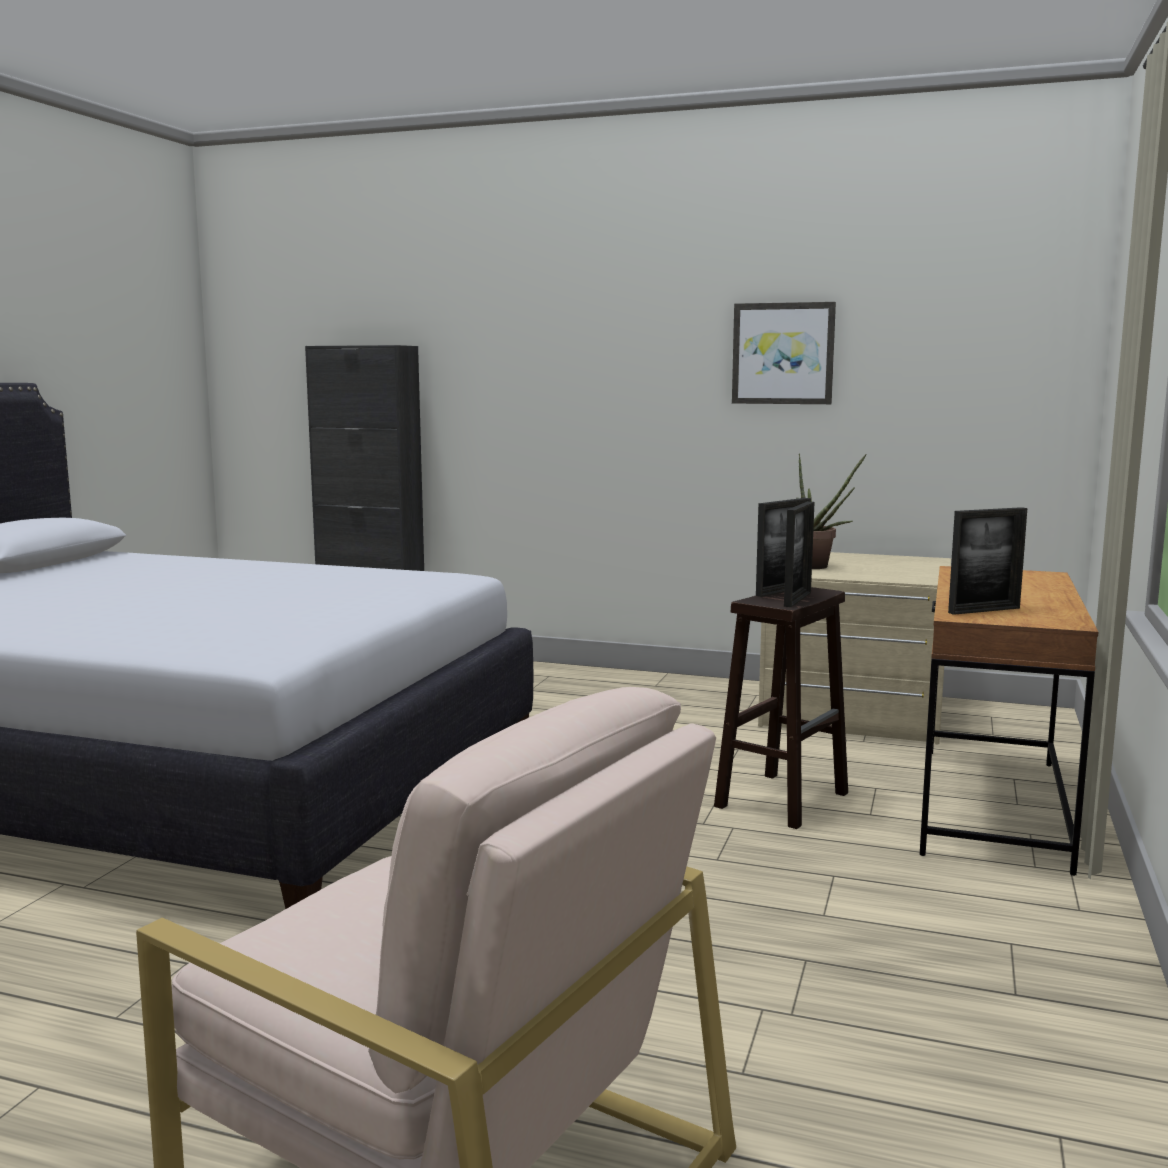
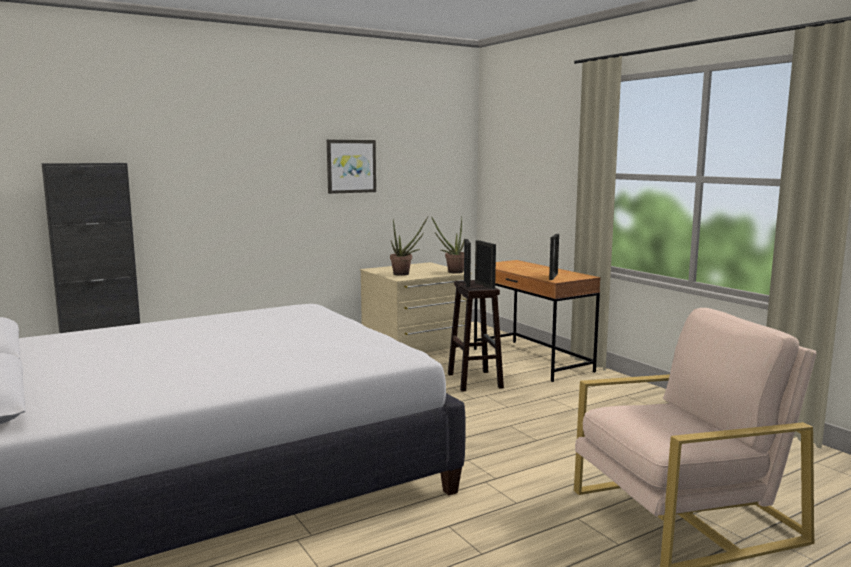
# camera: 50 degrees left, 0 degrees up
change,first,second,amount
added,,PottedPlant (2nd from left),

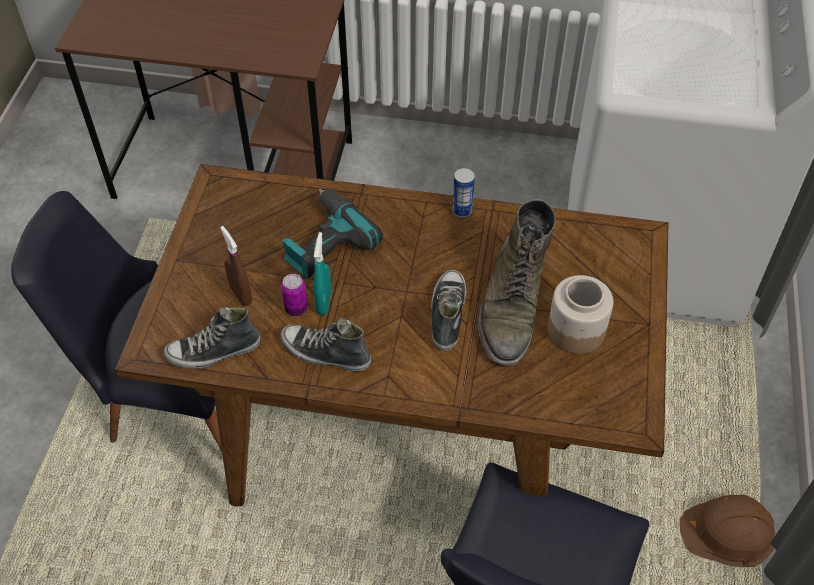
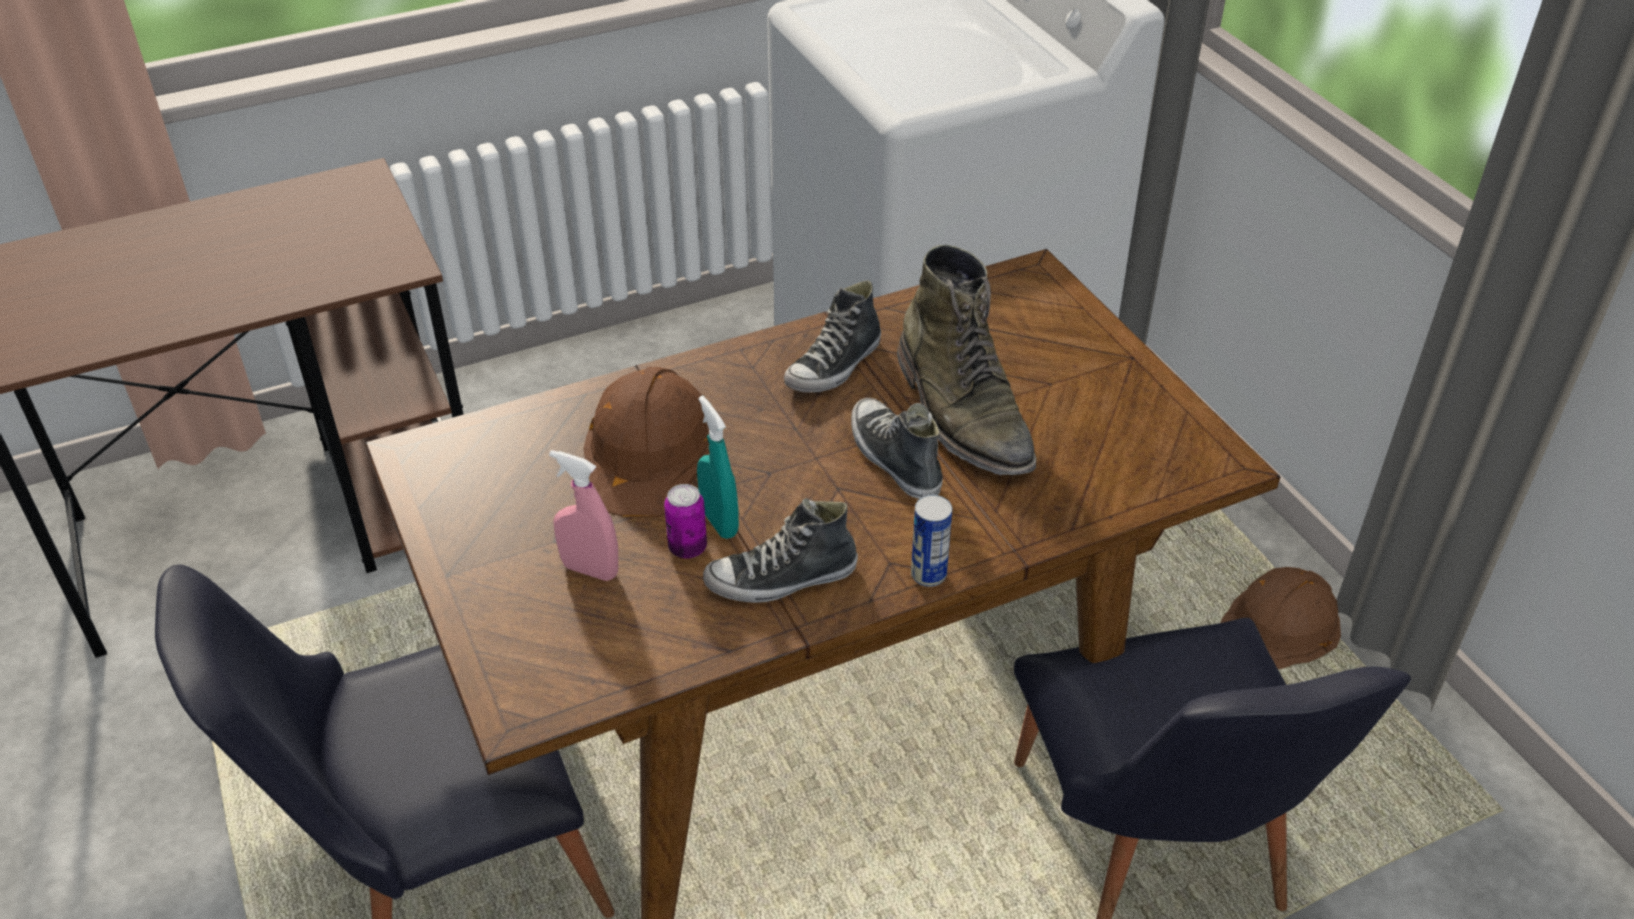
# camera: 35 degrees left, 10 degrees down
change,first,second,amount
recoloured,BrownSprayBottle,PinkSprayBottle,
replaced,PowerDrill,BrownHardHat (1st from left),
moved,Shoe (1st from left in the first image),Shoe (2nd from left),
moved,Can (2nd from left),,
removed,Jar,,

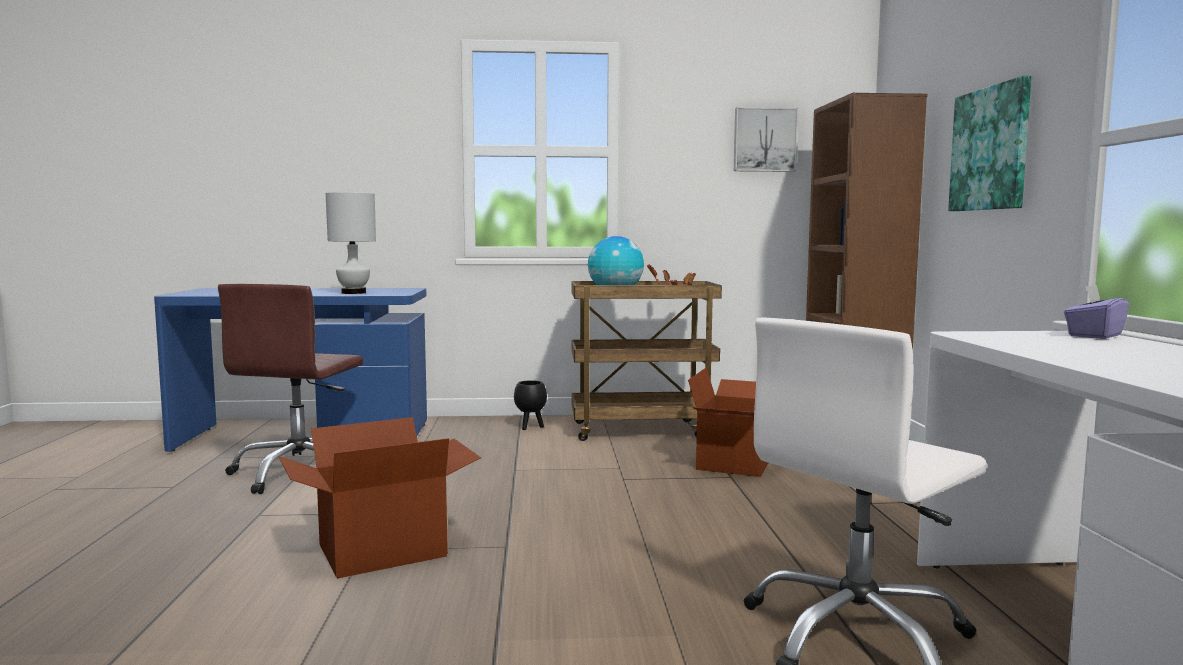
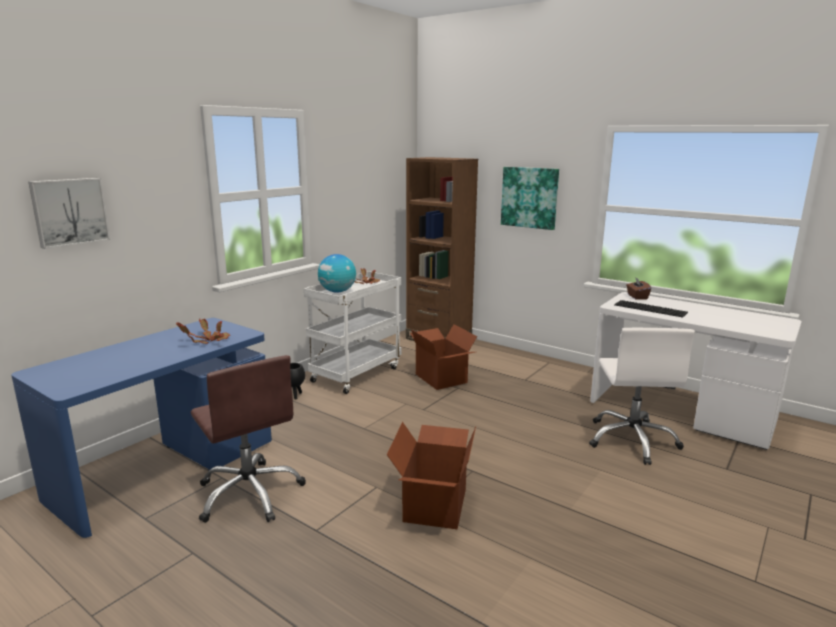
# camera: 50 degrees left, 10 degrees up
change,first,second,amount
moved,Picture (1st from left),,
replaced,WhiteTableLamp,PottedPlant (1st from left),
recoloured,BrownCart,WhiteCart,
added,,Keyboard,
recoloured,PurpleTissueBox,BrownTissueBox,

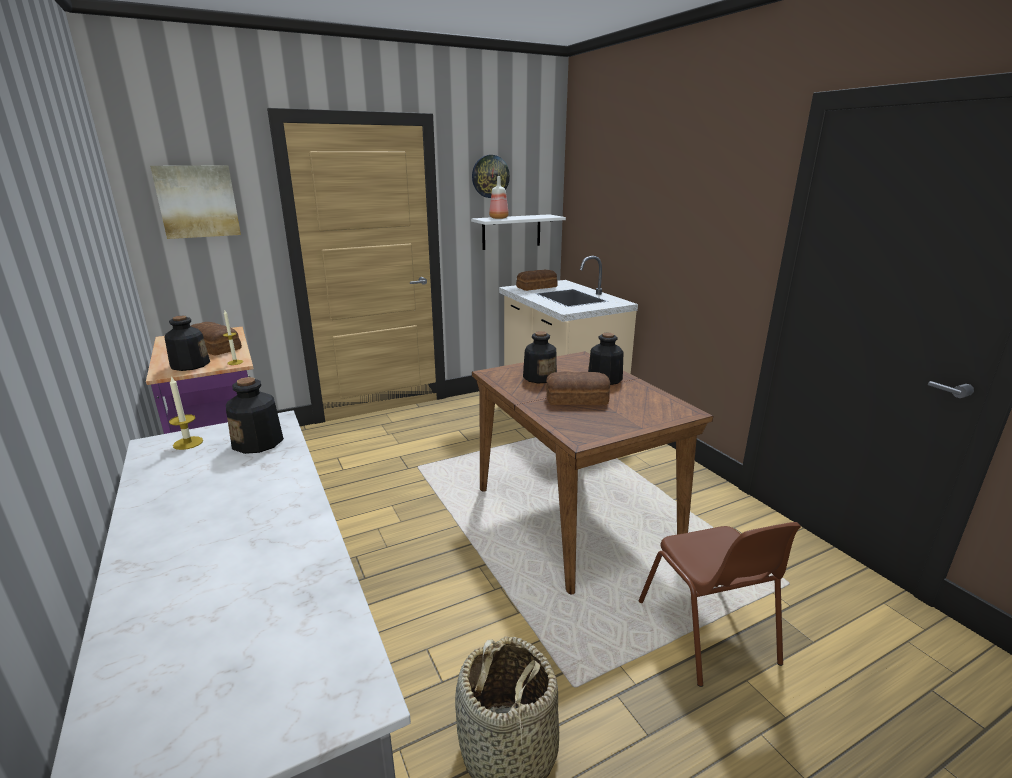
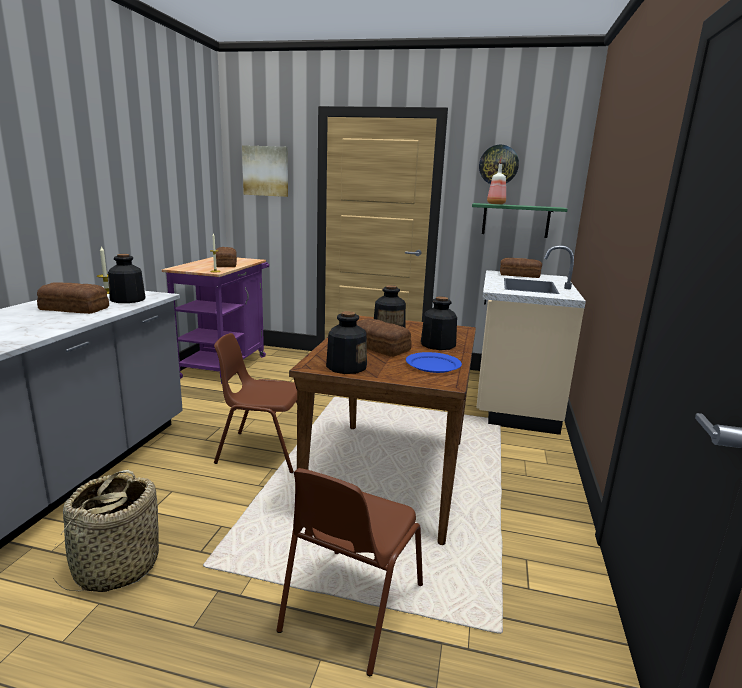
# camera: 40 degrees right, 5 degrees down
change,first,second,amount
added,,Bread (1st from left),
added,,BrownChair (1st from left),
moved,Bottle (1st from left in the first image),Bottle (2nd from left),
added,,BluePlate,
recoloured,WhiteShelf,GreenShelf,

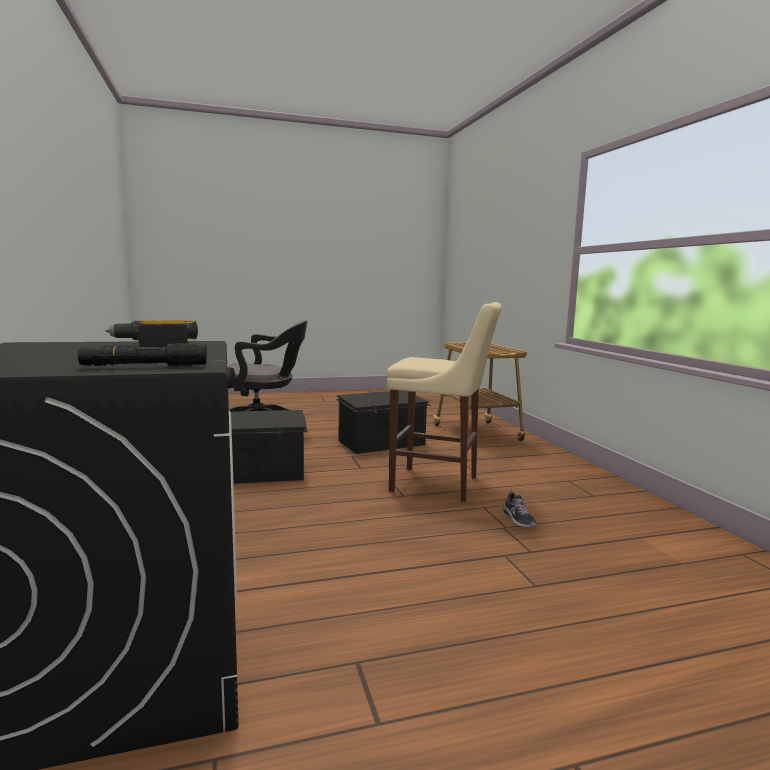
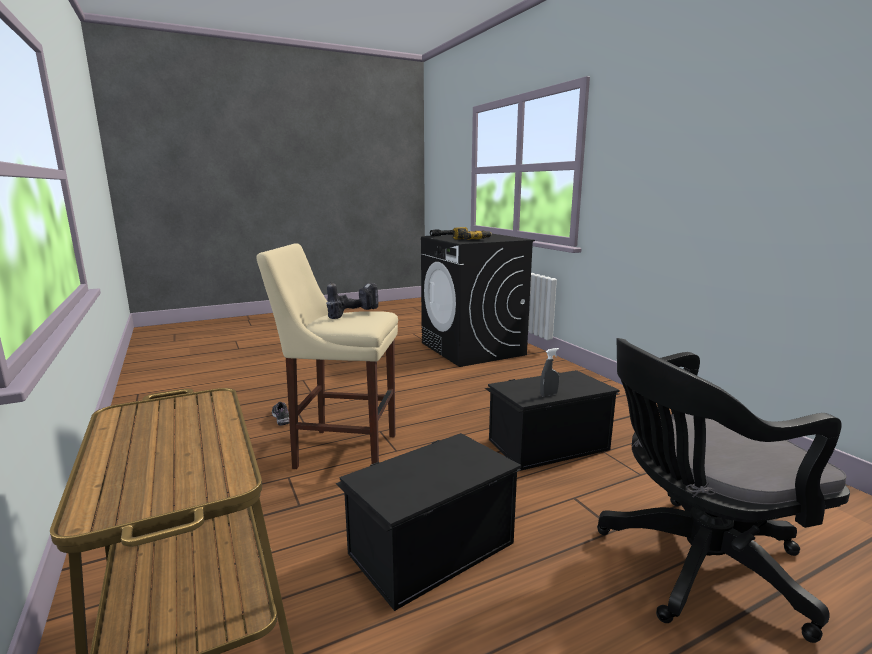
# camera: 170 degrees right, 5 degrees up
change,first,second,amount
added,,PowerDrill (1st from left),
added,,GreySprayBottle,

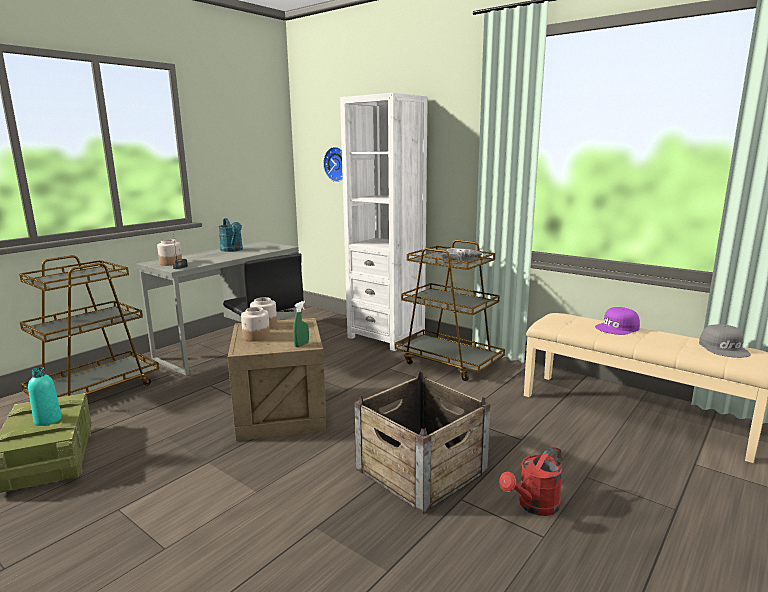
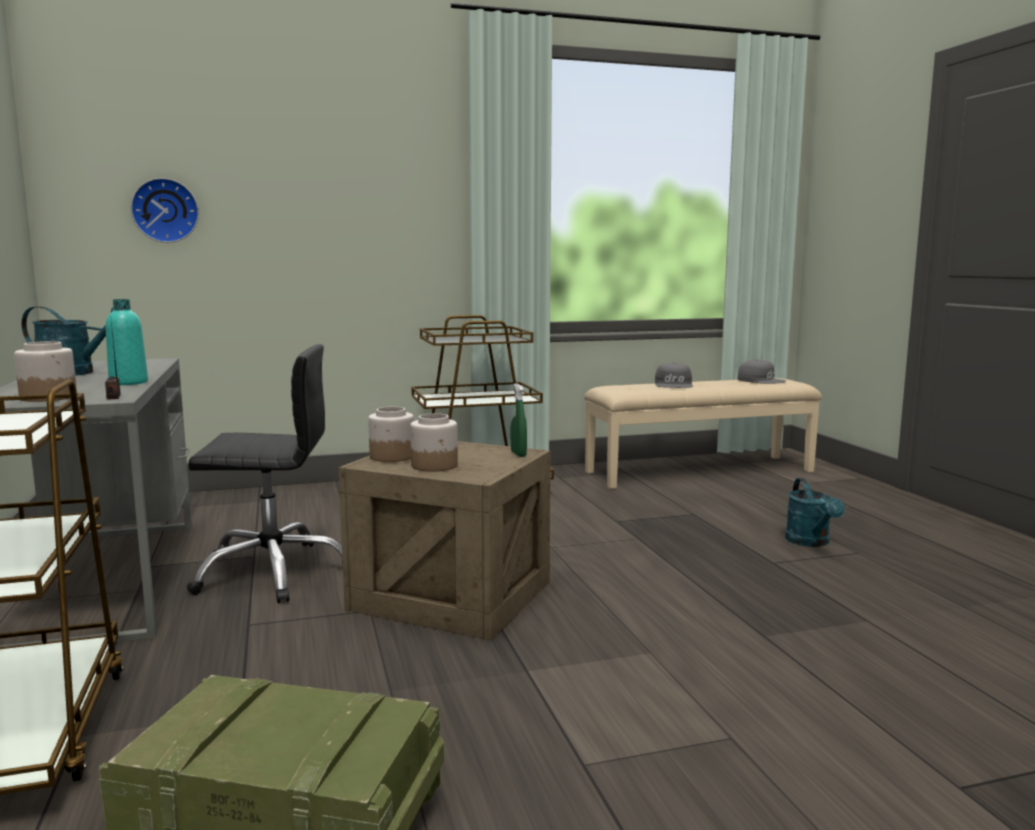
# camera: 55 degrees left, 5 degrees down
change,first,second,amount
moved,TurquoiseBottle,,
recoloured,PurpleCap,GreyCap (1st from left),
recoloured,RedWateringCan,TurquoiseWateringCan (2nd from left),
removed,WhiteBookcase,,
removed,Crate (3rd from left),,
removed,PowerDrill,,

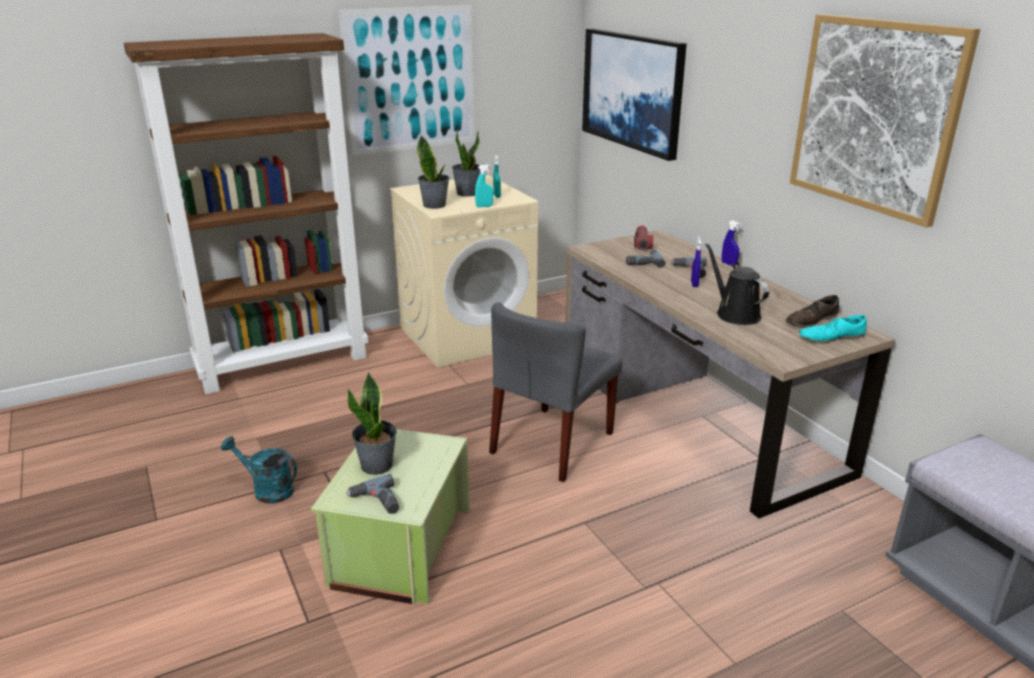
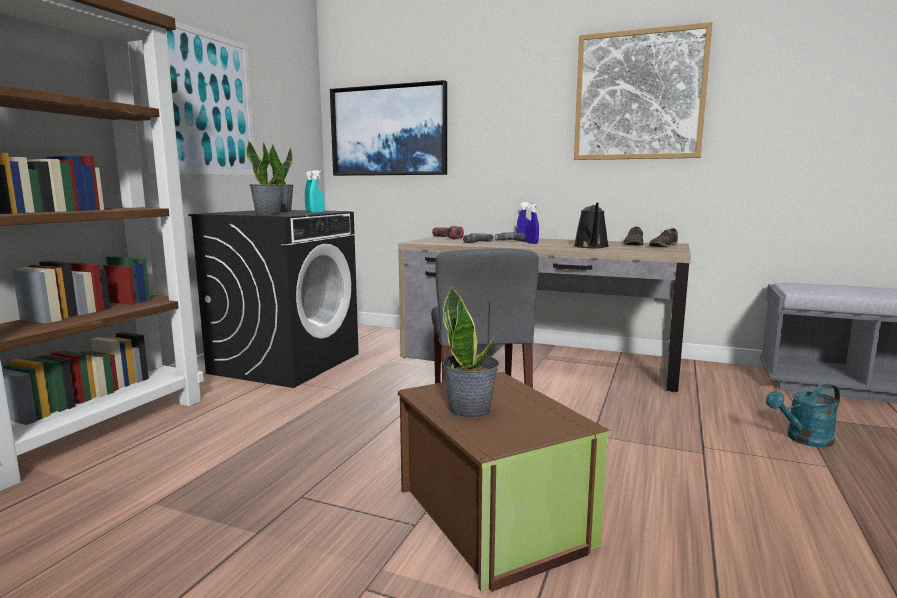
# camera: 40 degrees left, 15 degrees down
change,first,second,amount
recoloured,BeigeWashingMachine,BlackWashingMachine,
recoloured,GreenStorageBox,BrownStorageBox,
turned,BlackWateringCan,,105 degrees counterclockwise
recoloured,TurquoiseShoe,BrownShoe (2nd from left),
moved,TurquoiseWateringCan,,
removed,PowerDrill (1st from left),,

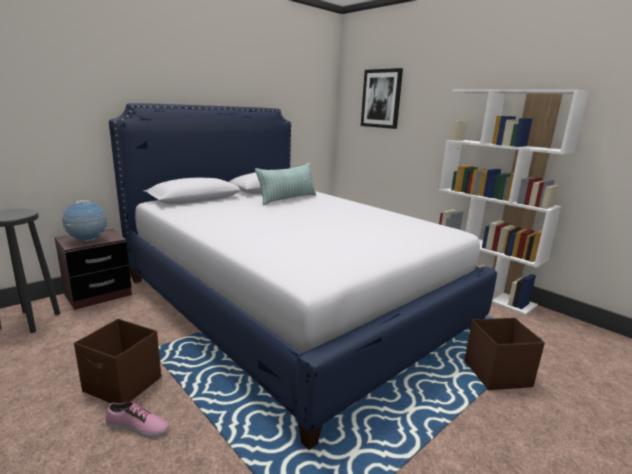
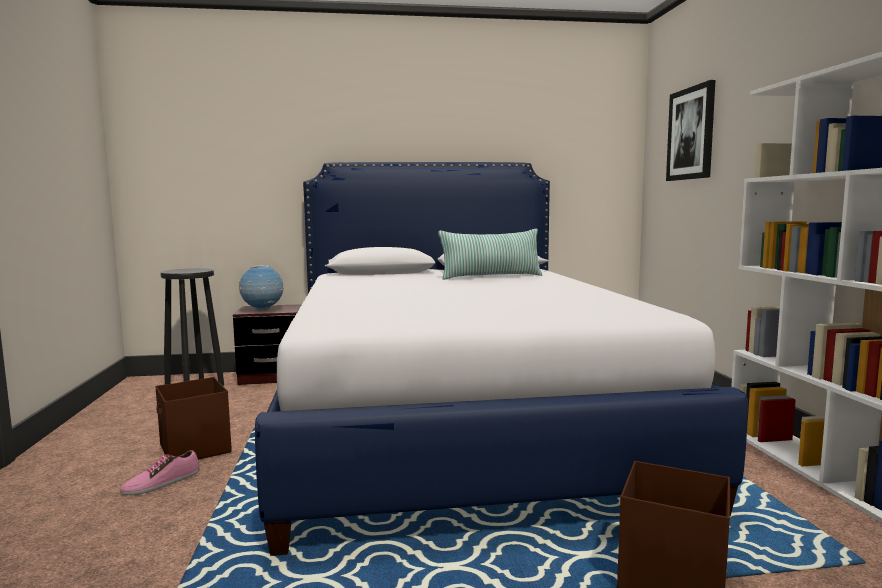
# camera: 35 degrees right, 10 degrees down
change,first,second,amount
turned,Shoe,,90 degrees clockwise

